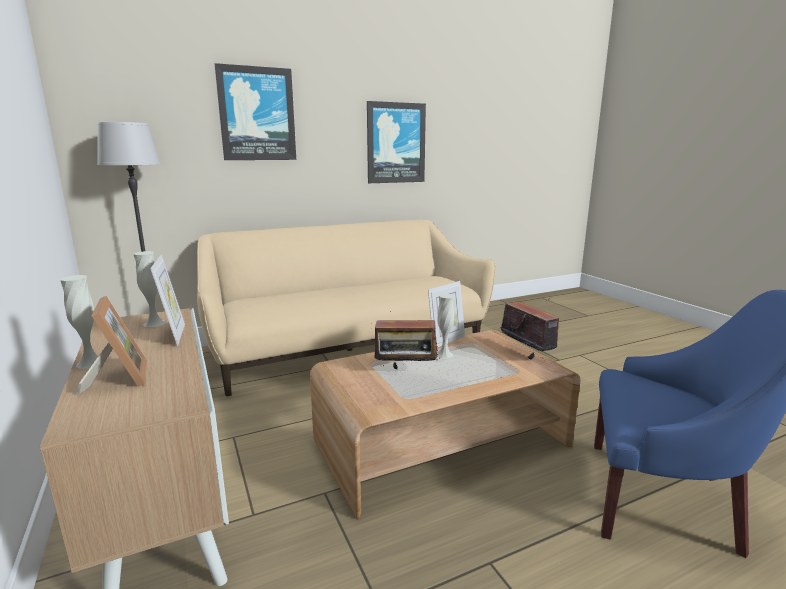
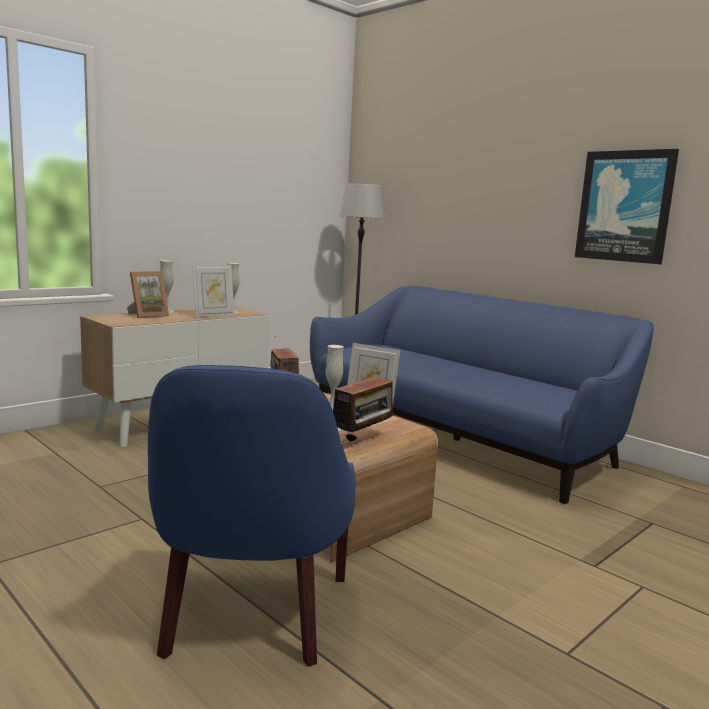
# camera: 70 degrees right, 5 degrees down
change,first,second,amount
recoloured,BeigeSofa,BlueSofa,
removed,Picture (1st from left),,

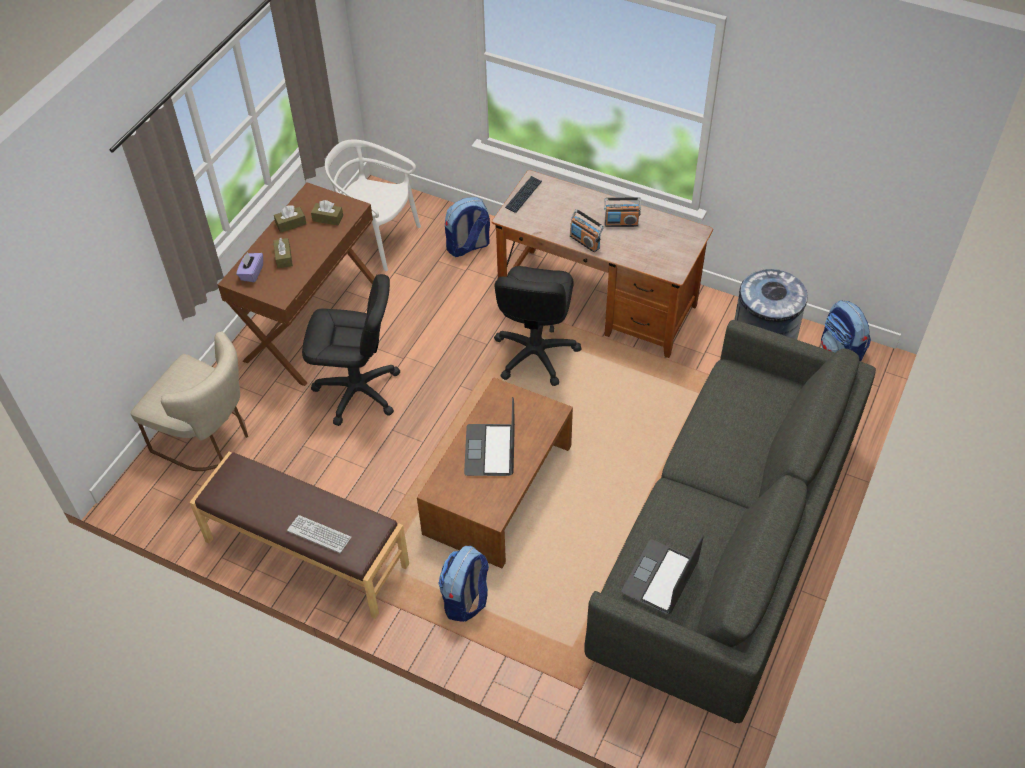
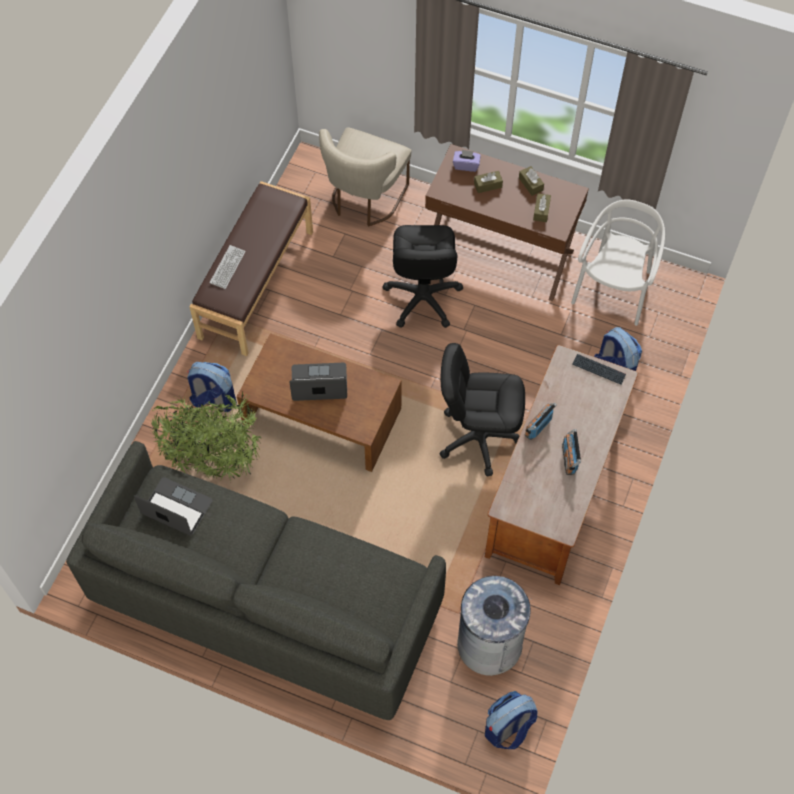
# camera: 85 degrees right, 10 degrees up
change,first,second,amount
added,,PottedPlant,

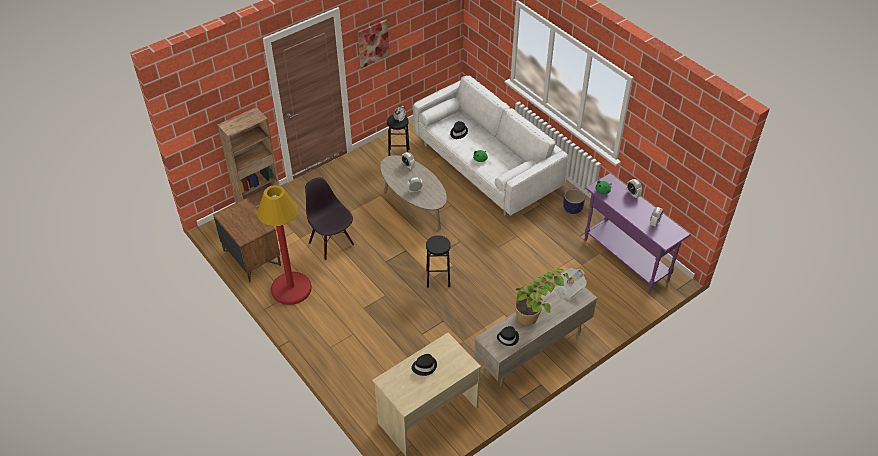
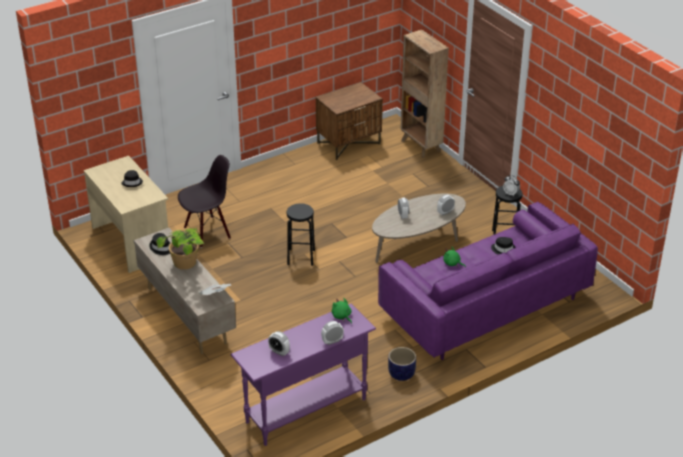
# camera: 95 degrees right, 10 degrees down
change,first,second,amount
moved,BlackChair,,
recoloured,WhiteSofa,PurpleSofa,
removed,RedFloorLamp,,
removed,Picture,,

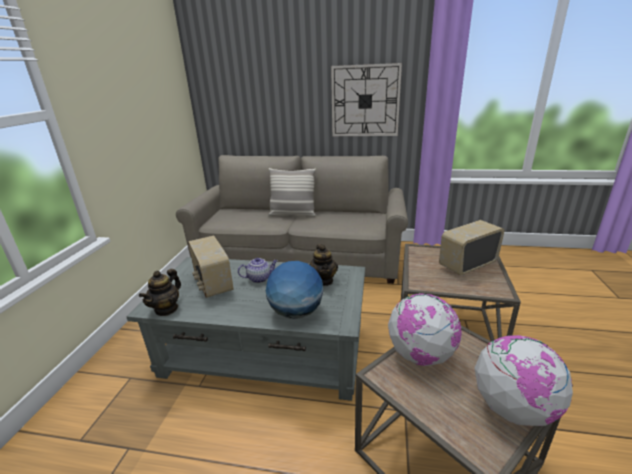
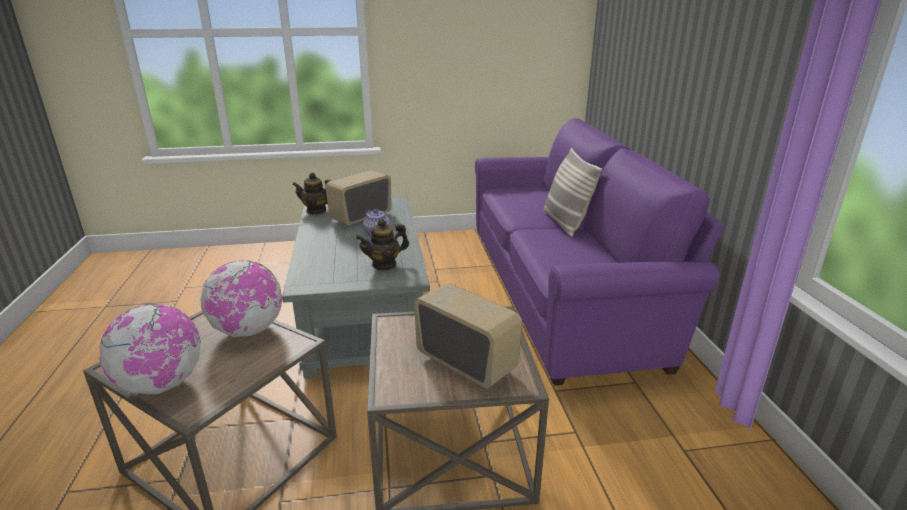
# camera: 70 degrees right, 0 degrees up
change,first,second,amount
recoloured,BeigeSofa,PurpleSofa,
removed,Globe (1st from left),,
removed,WallClock,,

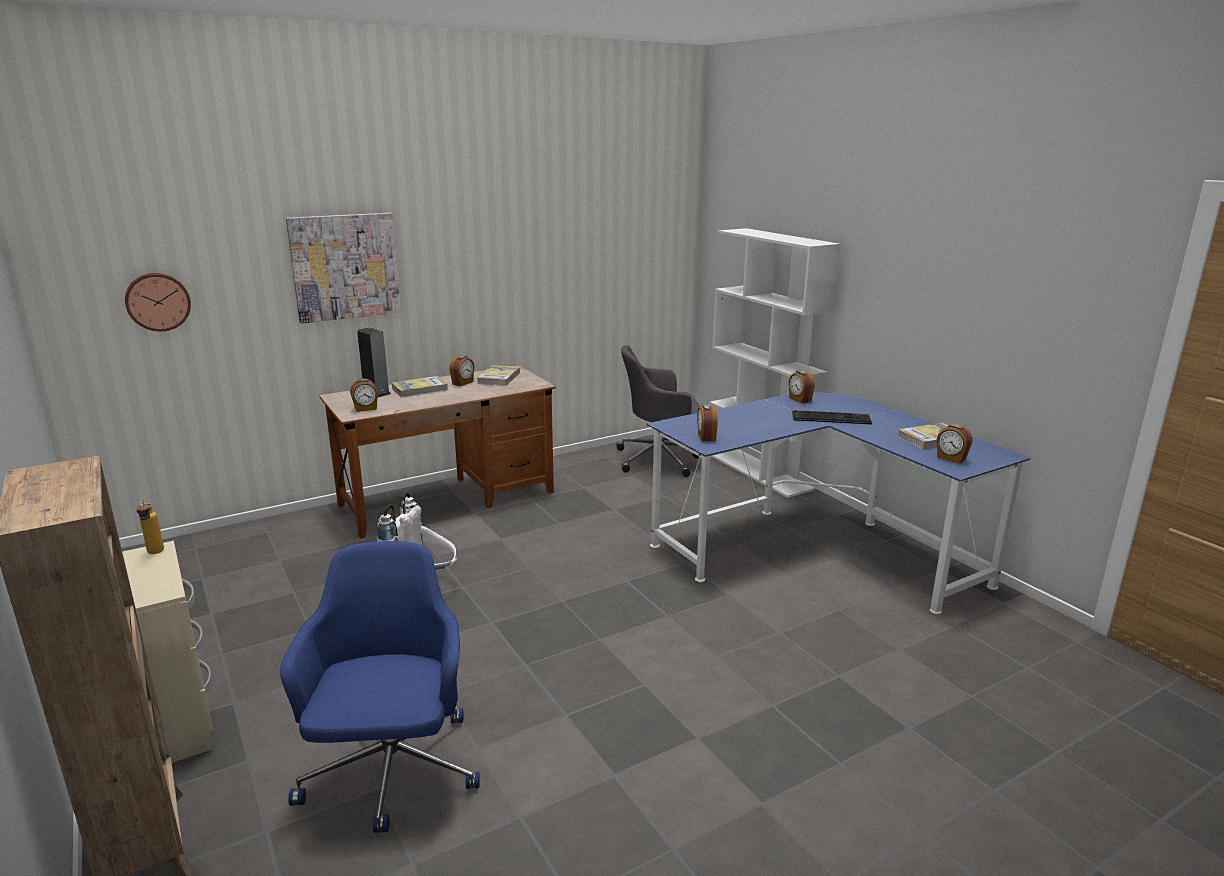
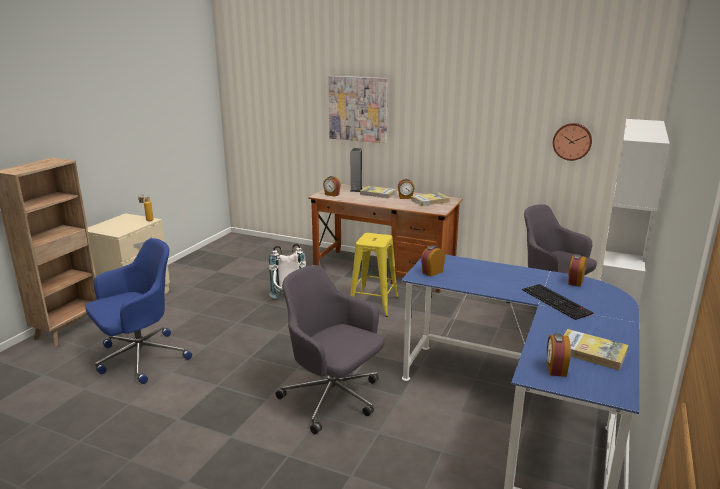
# camera: 55 degrees right, 0 degrees up
change,first,second,amount
added,,GreyOfficeChair (1st from left),
added,,YellowStool,
moved,WallClock,,

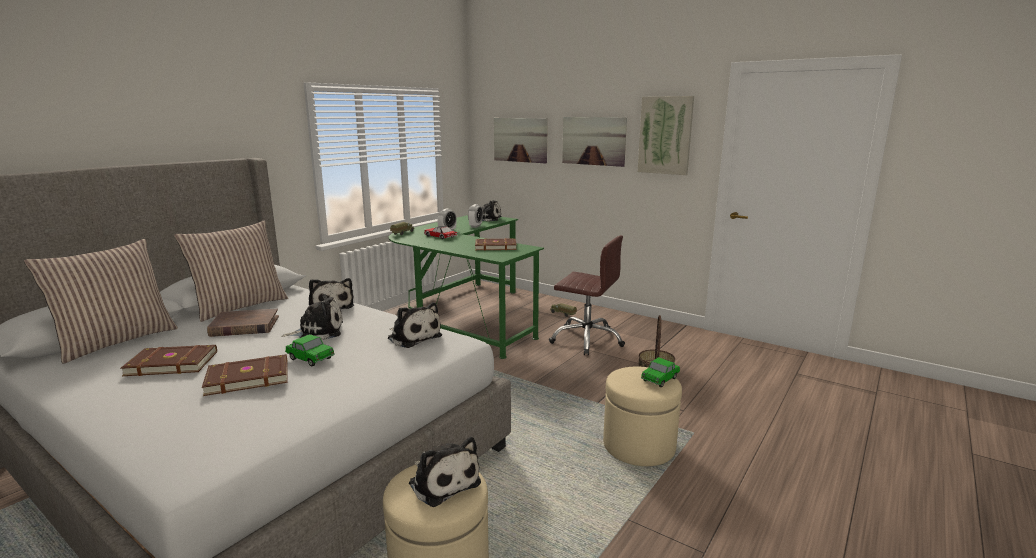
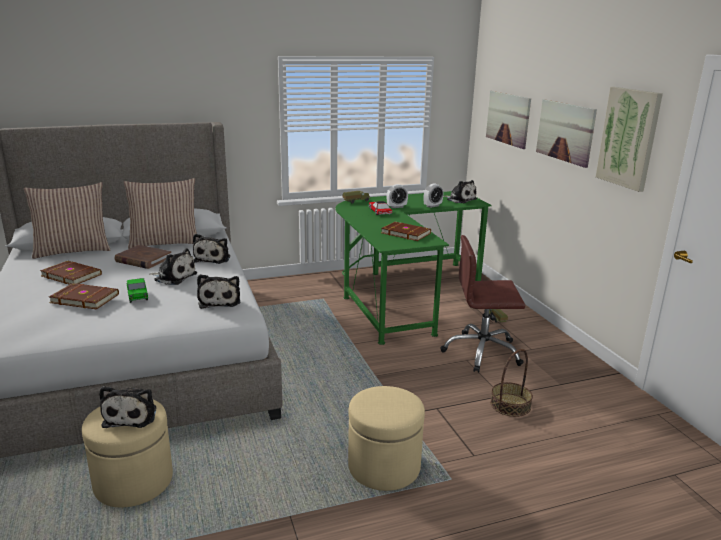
# camera: 35 degrees right, 5 degrees up
change,first,second,amount
turned,BrownOfficeChair,,120 degrees clockwise
removed,ToyCar (3rd from left),,

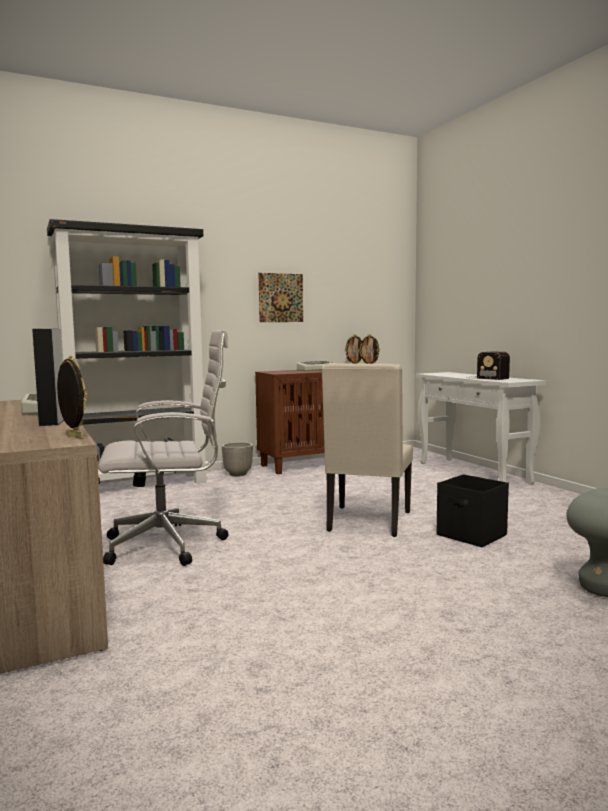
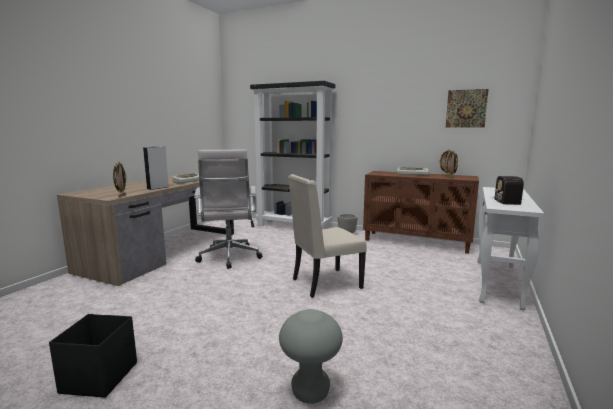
# camera: 50 degrees right, 5 degrees up
change,first,second,amount
moved,BlackStorageBox,,
turned,WhiteOfficeChair,,45 degrees clockwise
moved,Picture,,

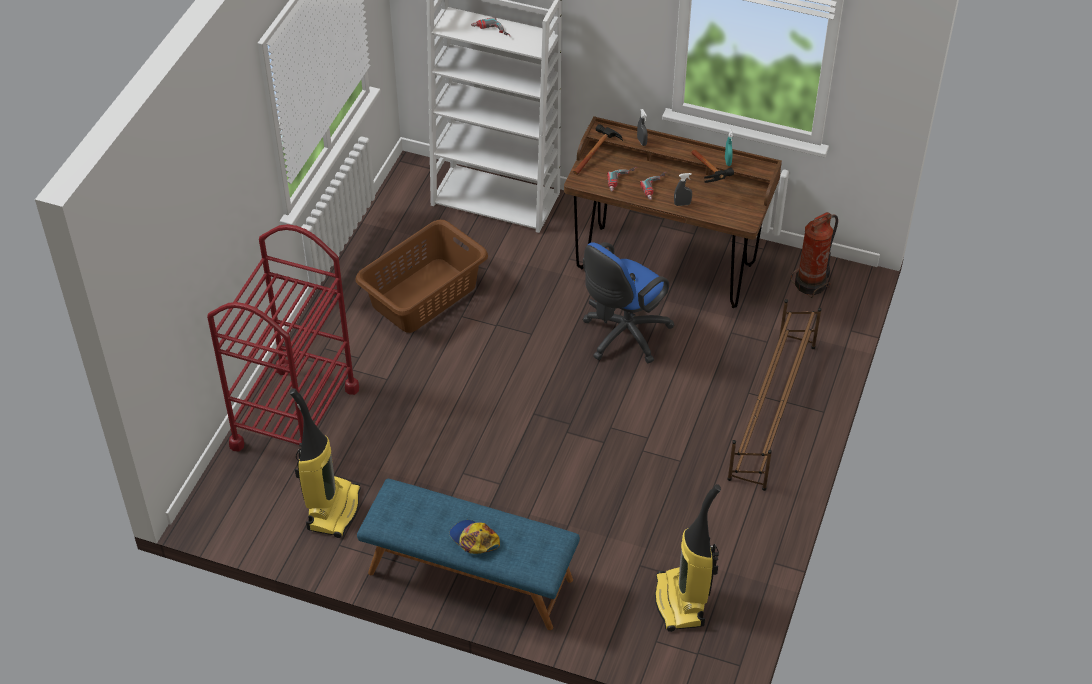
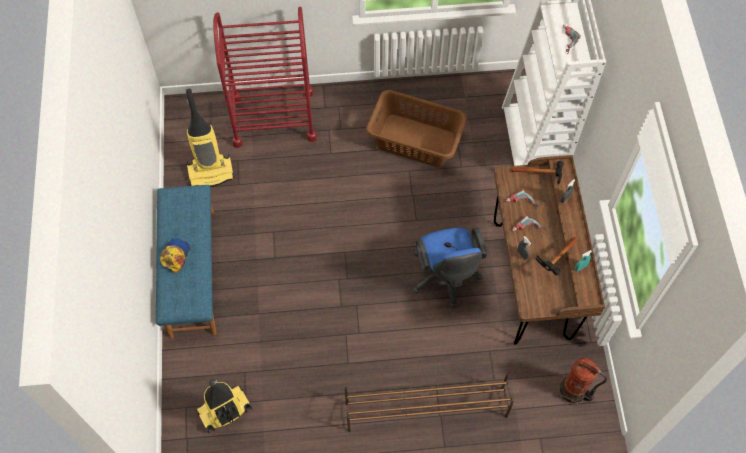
# camera: 65 degrees right, 15 degrees up
change,first,second,amount
turned,BlueOfficeChair,,120 degrees counterclockwise

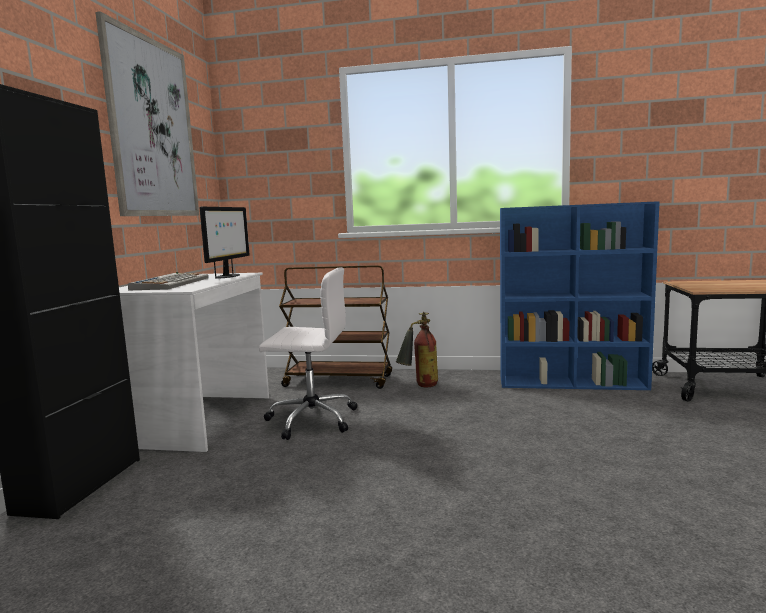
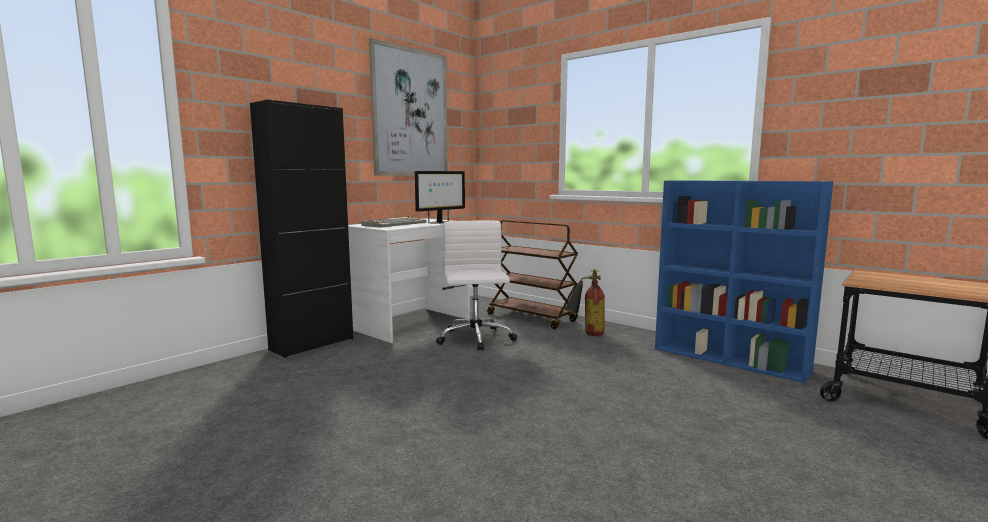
# camera: 30 degrees right, 0 degrees up
change,first,second,amount
turned,WhiteOfficeChair,,135 degrees counterclockwise

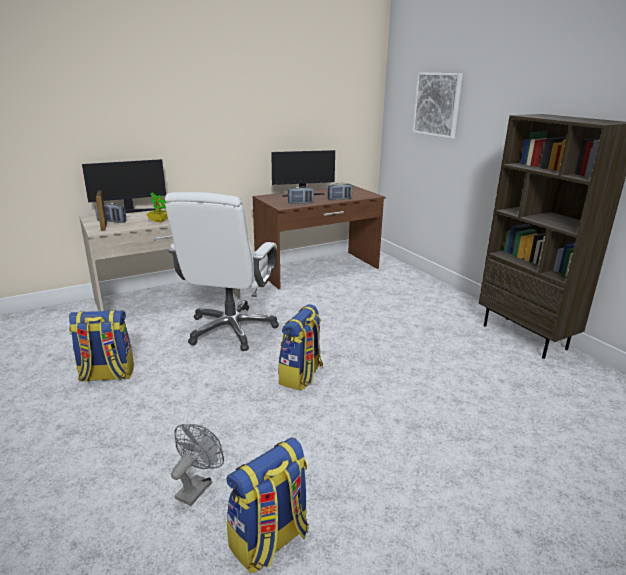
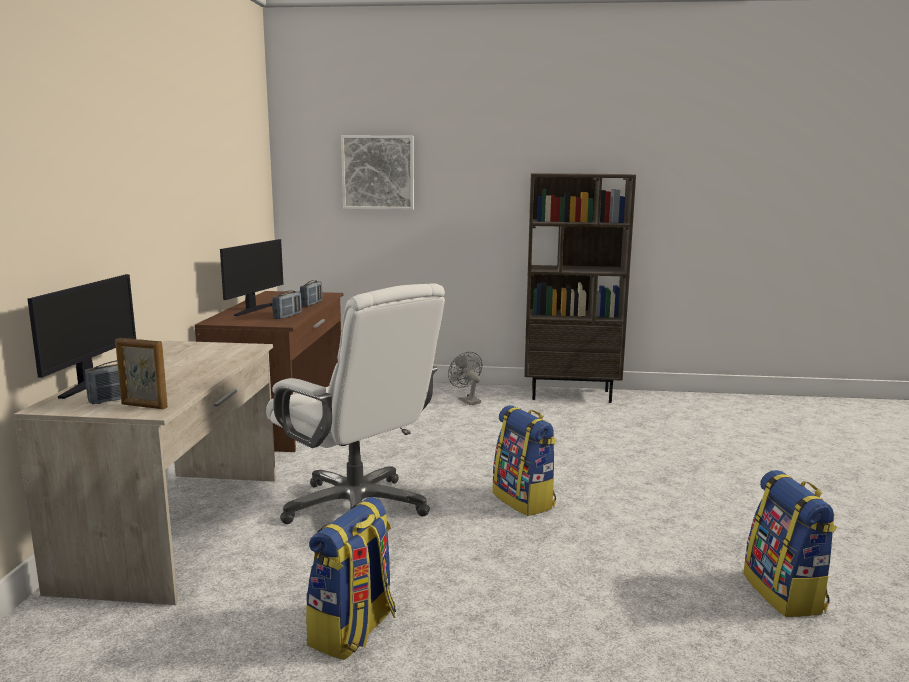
# camera: 55 degrees left, 10 degrees down
change,first,second,amount
moved,GreyFan,,
removed,PottedPlant,,

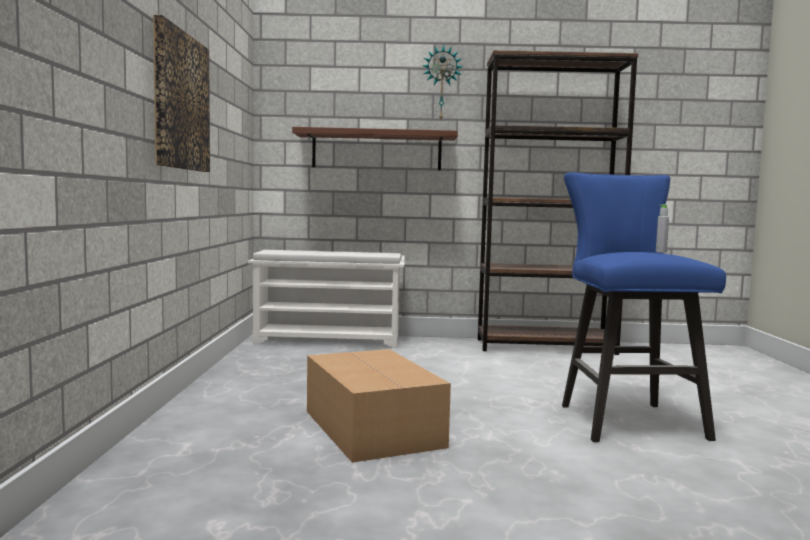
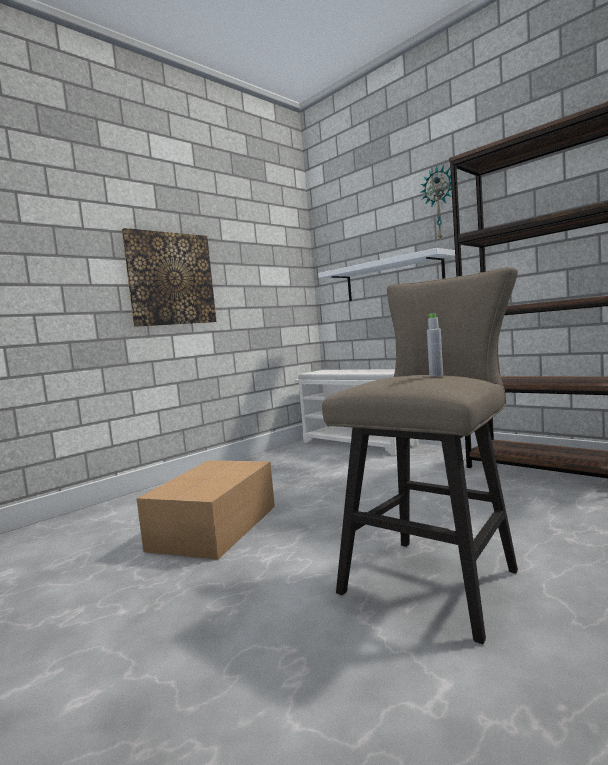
# camera: 45 degrees right, 0 degrees up
change,first,second,amount
recoloured,BrownShelf,WhiteShelf,
recoloured,BlueStool,BeigeStool,

